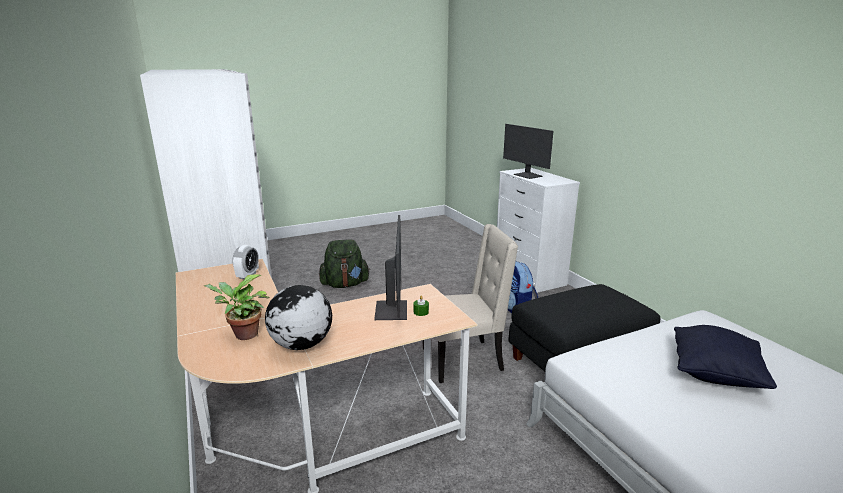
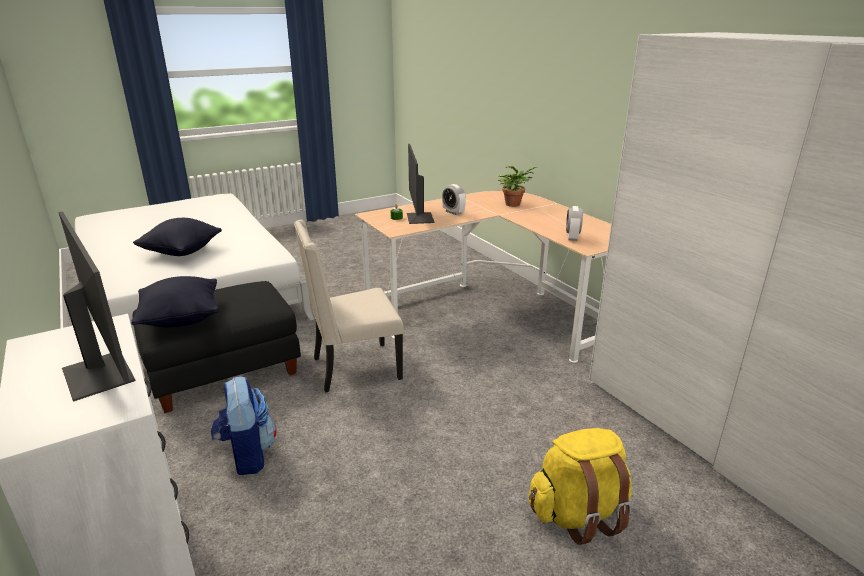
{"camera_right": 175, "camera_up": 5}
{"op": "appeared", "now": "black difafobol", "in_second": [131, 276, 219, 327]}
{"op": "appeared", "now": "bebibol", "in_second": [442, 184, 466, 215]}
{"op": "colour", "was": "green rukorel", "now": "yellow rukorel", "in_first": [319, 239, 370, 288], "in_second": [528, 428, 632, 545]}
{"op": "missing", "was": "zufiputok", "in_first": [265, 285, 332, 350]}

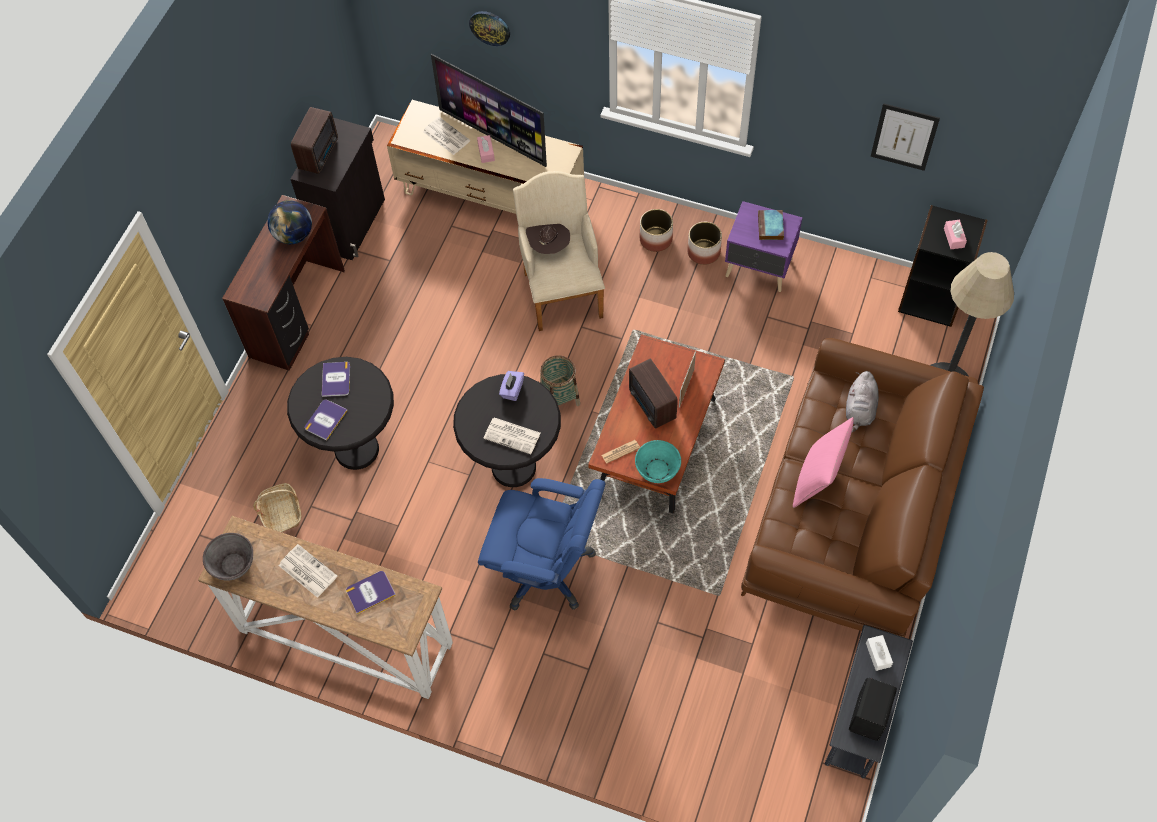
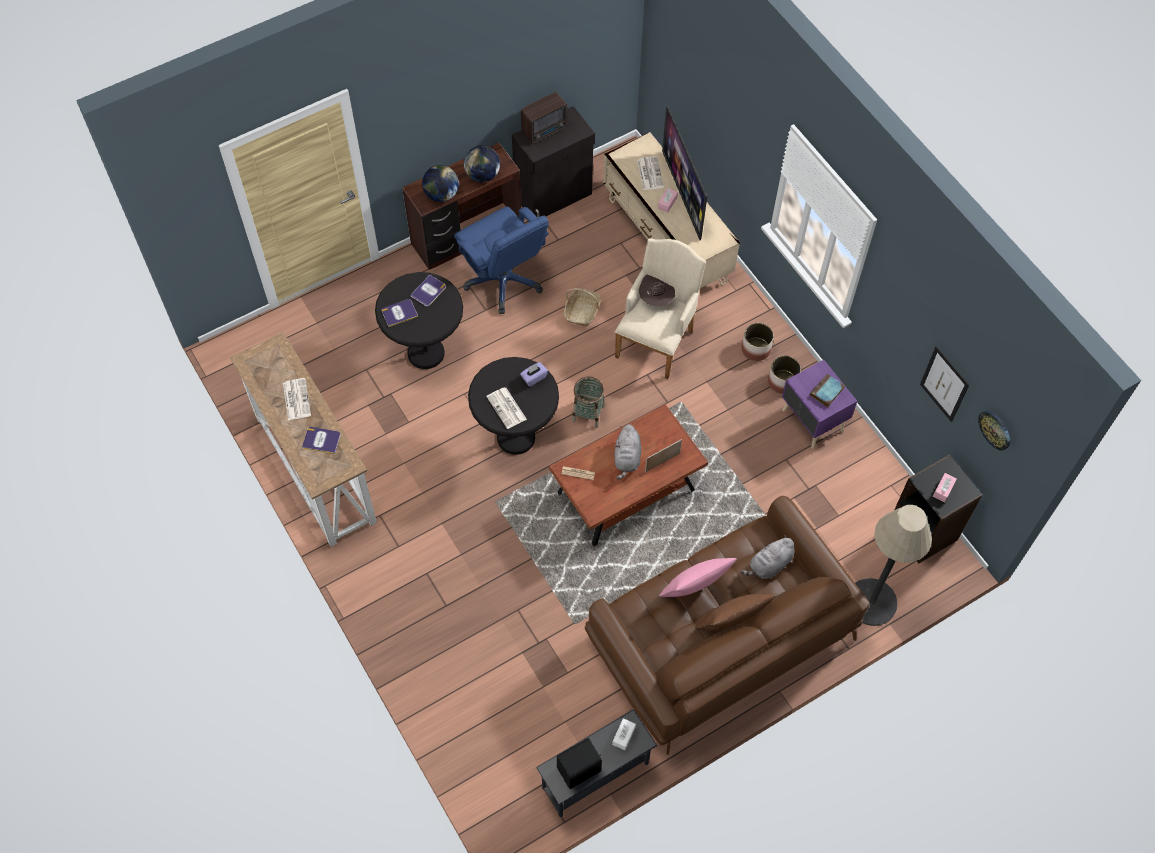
{"camera_right": 35, "camera_up": 0}
{"op": "appeared", "now": "zufiputok", "in_second": [422, 165, 459, 202]}
{"op": "relocated", "was": "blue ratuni", "in_first": [478, 478, 605, 611], "in_second": [454, 206, 549, 314]}
{"op": "relocated", "was": "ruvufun", "in_first": [253, 483, 301, 532], "in_second": [564, 288, 601, 327]}
{"op": "exchanged", "was": "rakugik", "now": "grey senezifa", "in_first": [629, 359, 678, 429], "in_second": [614, 424, 641, 480]}
{"op": "appeared", "now": "brown difafobol", "in_second": [695, 594, 776, 630]}
{"op": "relocated", "was": "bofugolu", "in_first": [469, 11, 510, 46], "in_second": [978, 411, 1010, 450]}
{"op": "missing", "was": "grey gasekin", "in_first": [203, 533, 253, 581]}
{"op": "missing", "was": "turquoise gasekin", "in_first": [635, 440, 681, 483]}

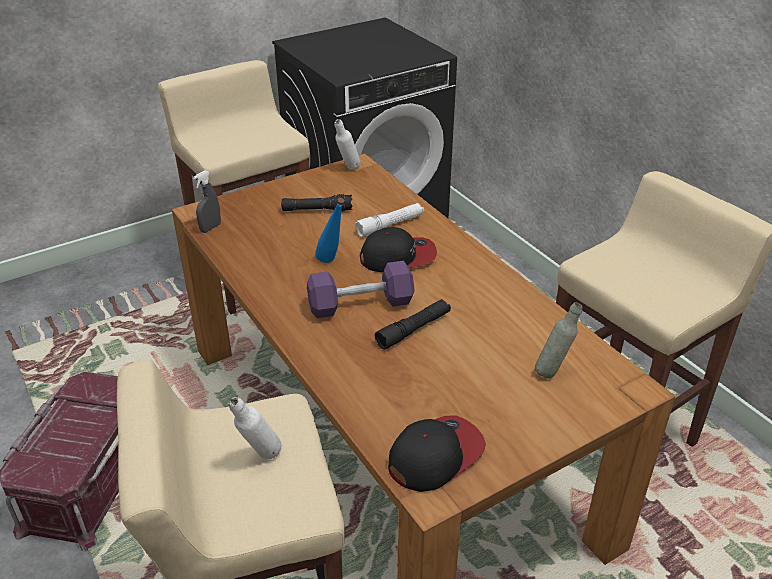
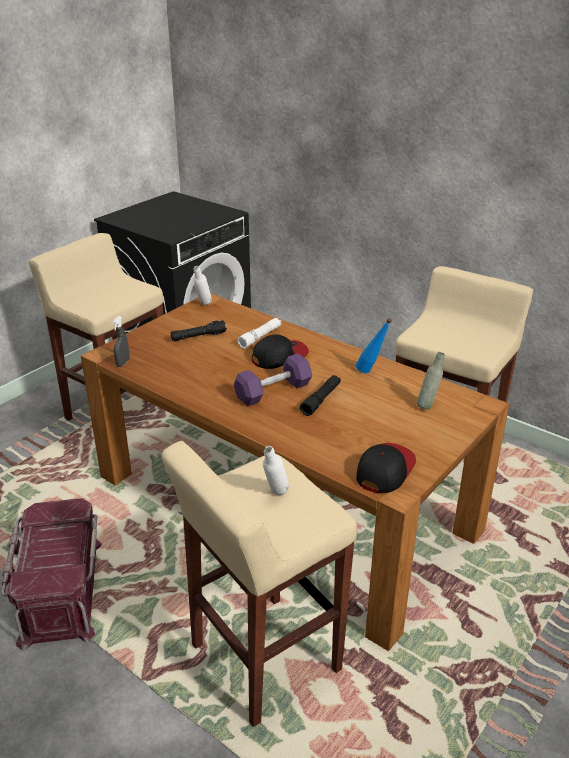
{"camera_right": -20, "camera_up": -5}
{"op": "relocated", "was": "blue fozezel", "in_first": [315, 198, 344, 263], "in_second": [356, 318, 392, 373]}

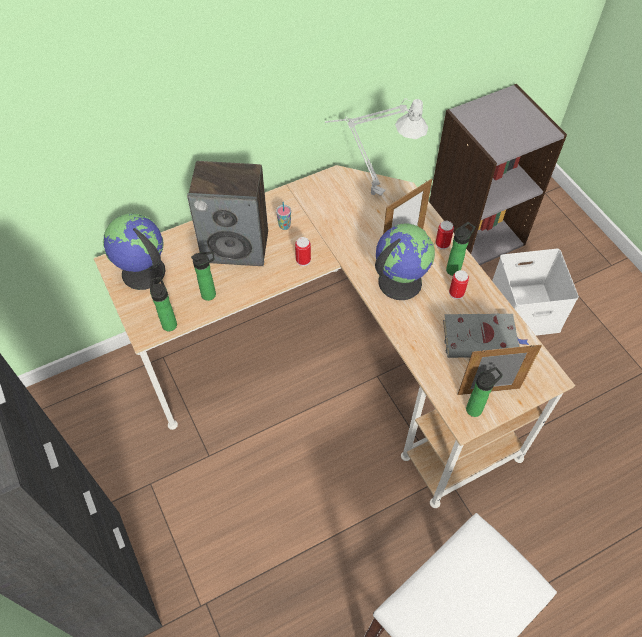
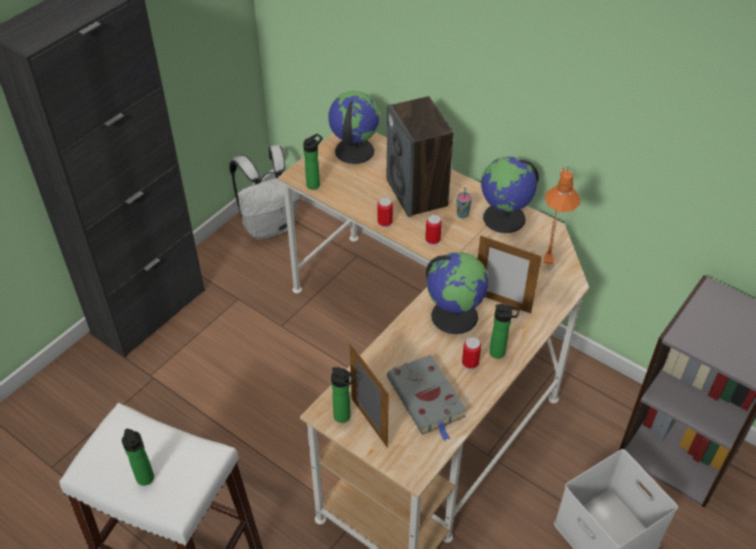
{"camera_right": 65, "camera_up": -10}
{"op": "relocated", "was": "fozezel", "in_first": [191, 251, 216, 301], "in_second": [122, 429, 154, 486]}
{"op": "appeared", "now": "white rukorel", "in_second": [230, 145, 302, 240]}
{"op": "relocated", "was": "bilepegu", "in_first": [436, 221, 454, 250], "in_second": [378, 197, 393, 228]}
{"op": "appeared", "now": "zufiputok", "in_second": [481, 156, 539, 233]}
{"op": "colour", "was": "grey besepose", "now": "orange besepose", "in_first": [325, 98, 428, 196], "in_second": [543, 167, 580, 265]}

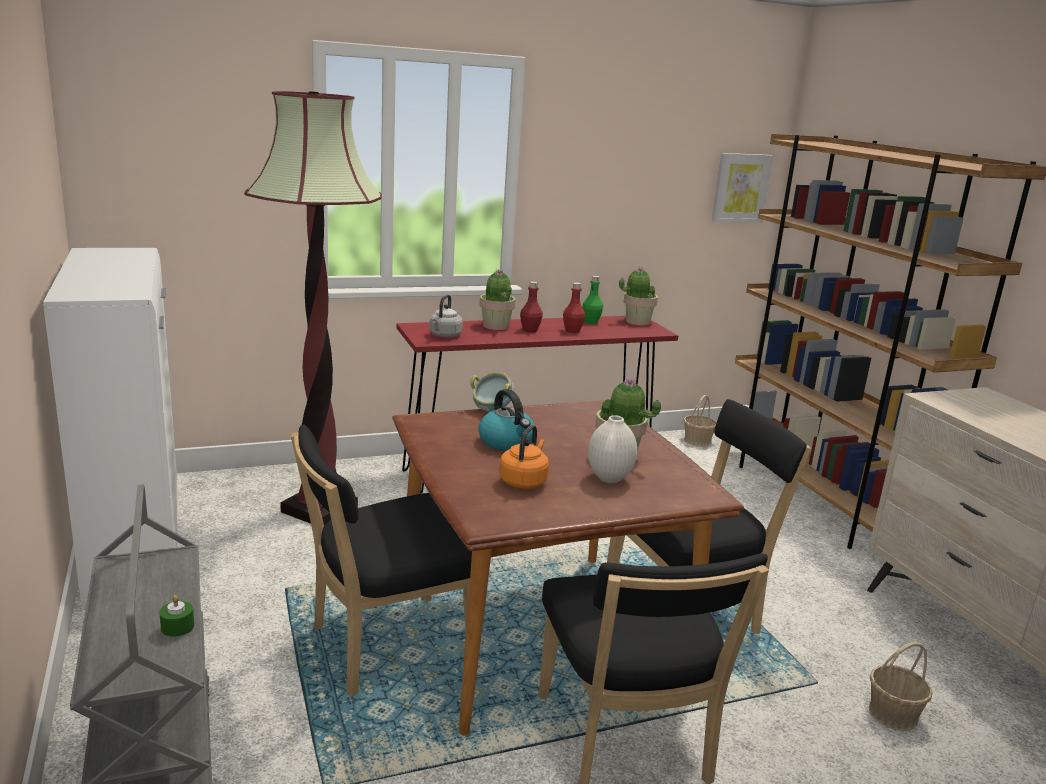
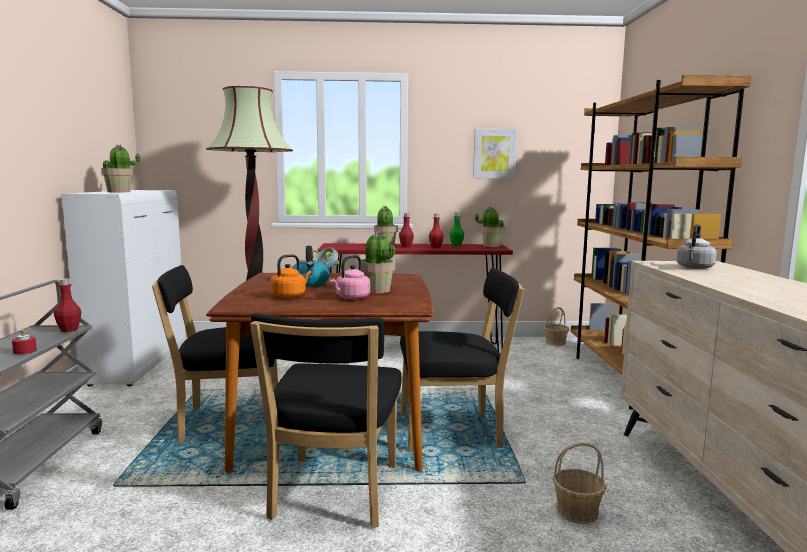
{"camera_right": 20, "camera_up": -10}
{"op": "colour", "was": "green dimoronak", "now": "red dimoronak", "in_first": [159, 595, 194, 637], "in_second": [12, 329, 37, 354]}
{"op": "appeared", "now": "red fozezel", "in_second": [54, 278, 81, 332]}
{"op": "appeared", "now": "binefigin", "in_second": [101, 144, 140, 192]}
{"op": "exchanged", "was": "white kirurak", "now": "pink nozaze", "in_first": [588, 415, 637, 483], "in_second": [330, 255, 370, 300]}
{"op": "relocated", "was": "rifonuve", "in_first": [712, 153, 773, 222], "in_second": [473, 129, 517, 178]}
{"op": "relocated", "was": "grey nozaze", "in_first": [429, 294, 463, 338], "in_second": [676, 224, 717, 269]}

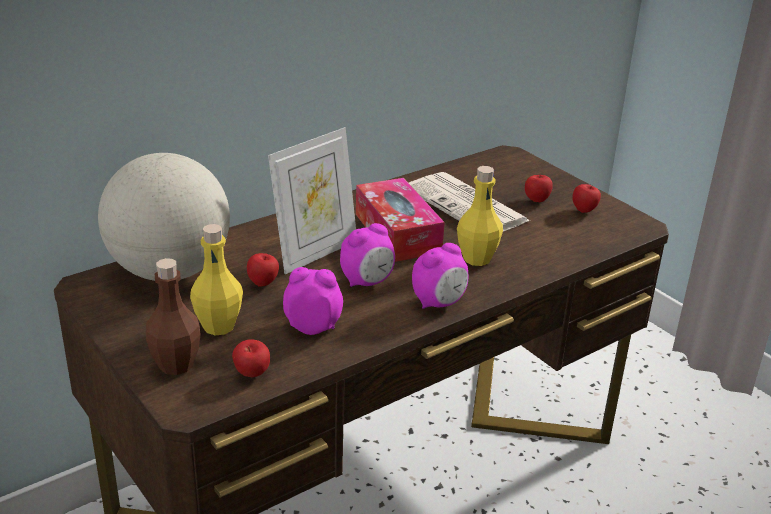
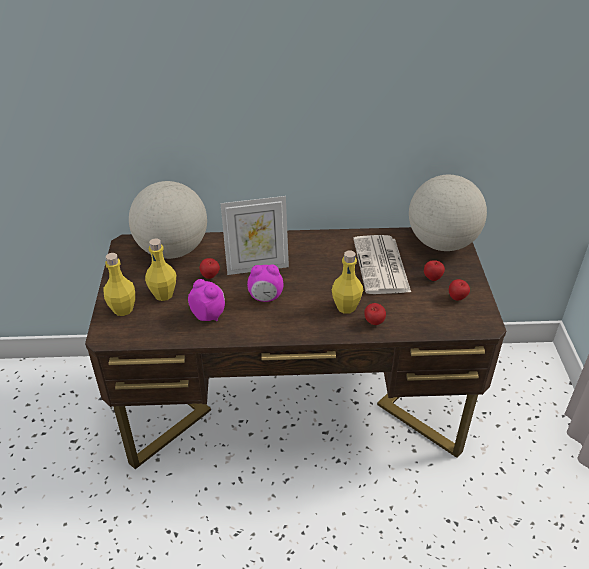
{"camera_right": 35, "camera_up": 10}
{"op": "colour", "was": "brown fozezel", "now": "yellow fozezel", "in_first": [146, 258, 201, 375], "in_second": [104, 253, 135, 316]}
{"op": "relocated", "was": "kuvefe", "in_first": [232, 339, 270, 377], "in_second": [364, 303, 386, 325]}
{"op": "appeared", "now": "zufiputok", "in_second": [409, 175, 487, 251]}
{"op": "missing", "was": "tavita", "in_first": [356, 178, 445, 262]}
{"op": "missing", "was": "bebibol", "in_first": [412, 243, 469, 309]}

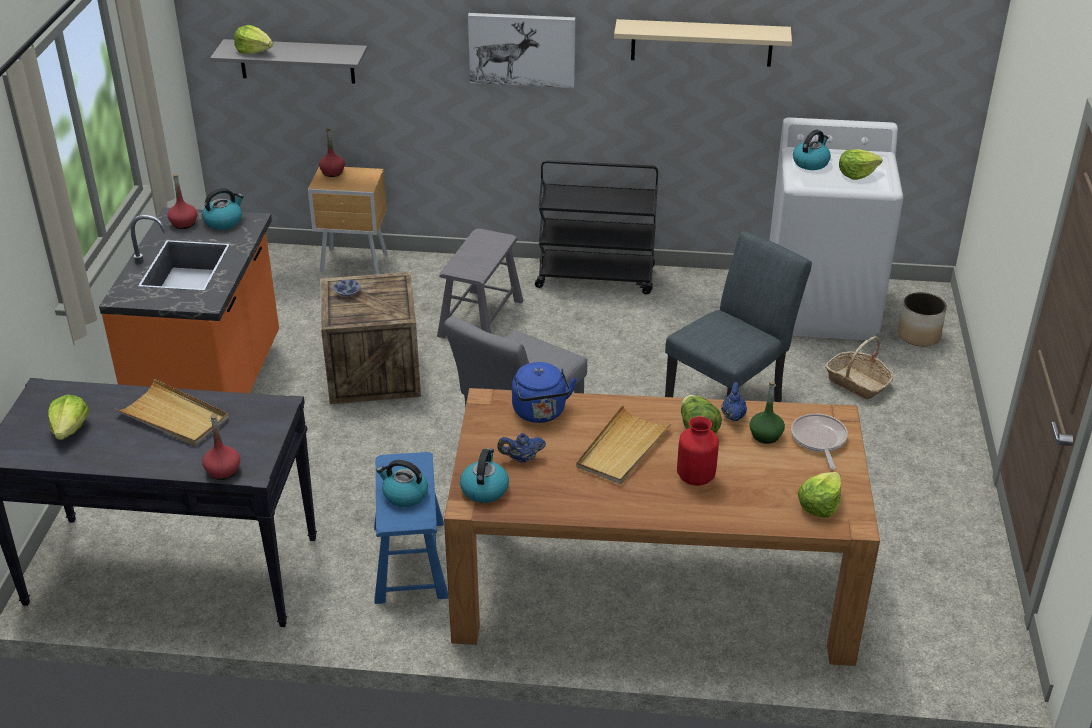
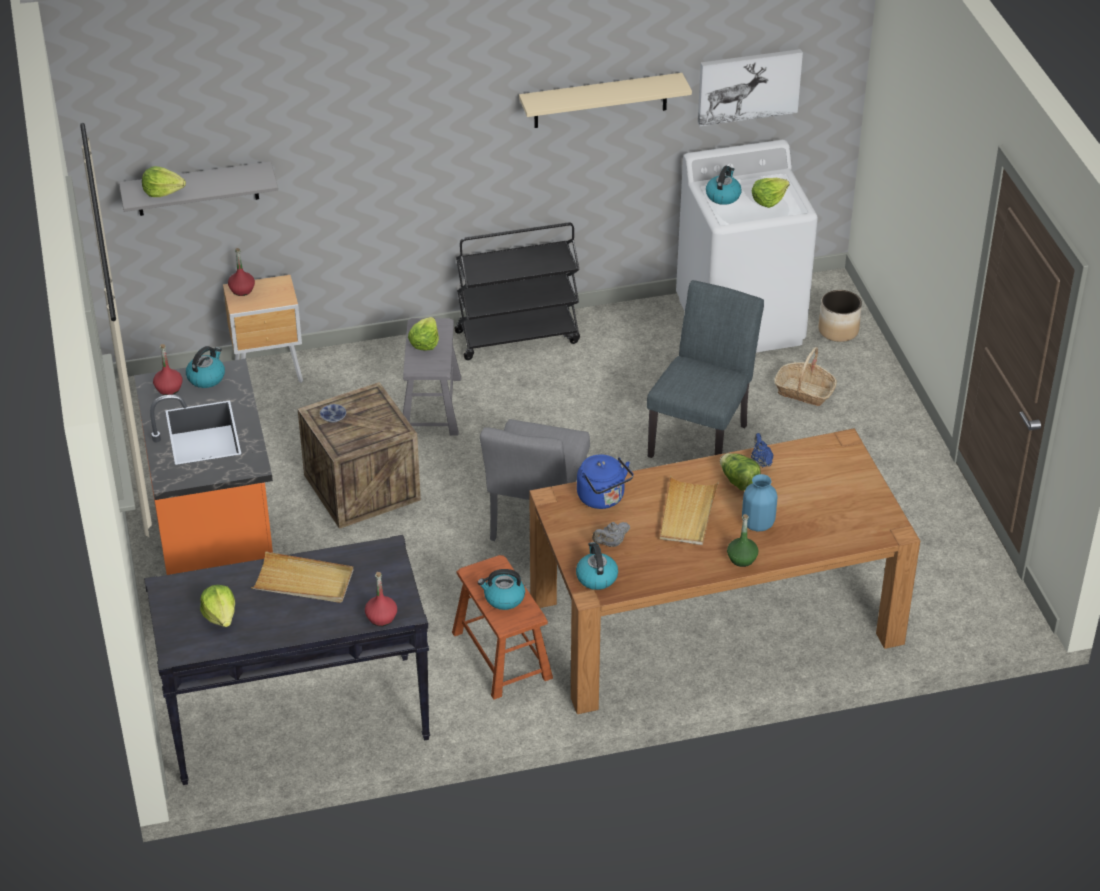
{"camera_right": -20, "camera_up": 5}
{"op": "relocated", "was": "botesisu", "in_first": [797, 472, 841, 518], "in_second": [408, 317, 439, 350]}
{"op": "colour", "was": "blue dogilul", "now": "brown dogilul", "in_first": [374, 452, 448, 604], "in_second": [452, 555, 553, 700]}
{"op": "colour", "was": "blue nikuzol", "now": "grey nikuzol", "in_first": [497, 433, 546, 463], "in_second": [592, 522, 630, 547]}
{"op": "relocated", "was": "rifonuve", "in_first": [468, 13, 575, 88], "in_second": [698, 49, 803, 126]}
{"op": "relocated", "was": "green fozezel", "in_first": [749, 381, 785, 444], "in_second": [727, 514, 758, 567]}
{"op": "colour", "was": "red kirurak", "now": "blue kirurak", "in_first": [677, 416, 719, 486], "in_second": [742, 474, 777, 532]}
{"op": "missing", "was": "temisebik", "in_first": [791, 414, 848, 469]}

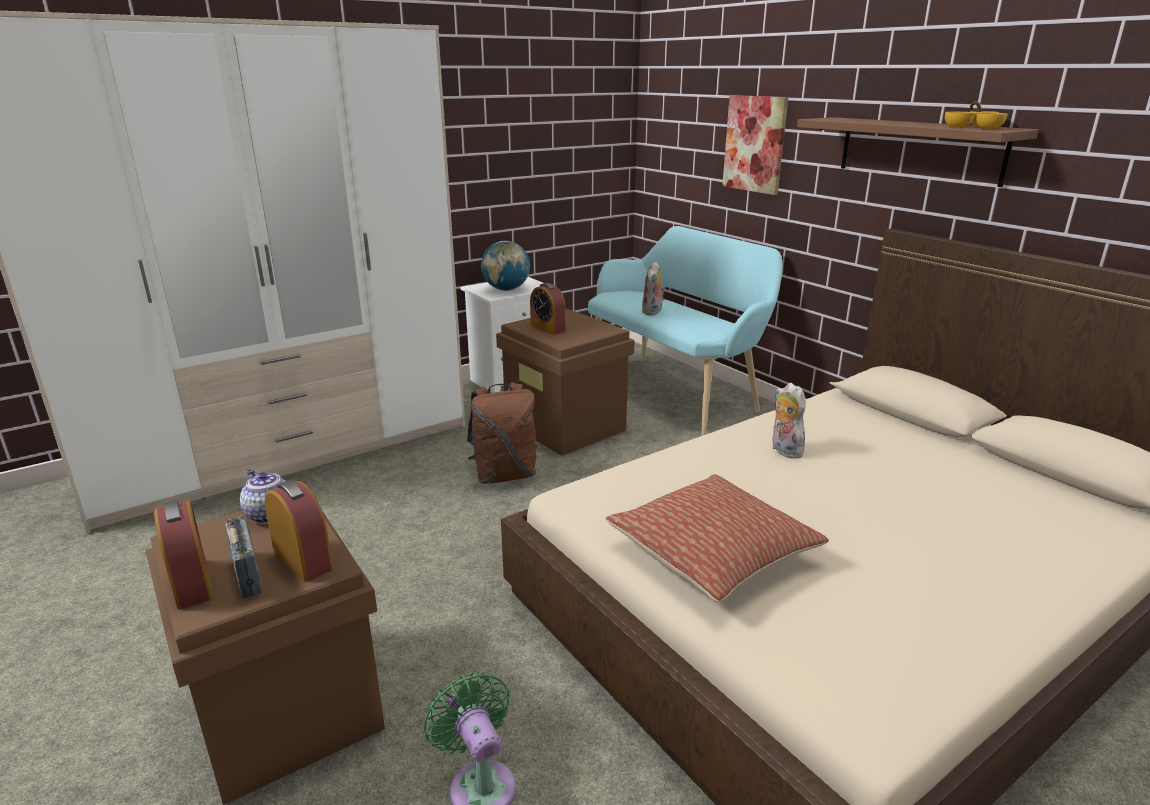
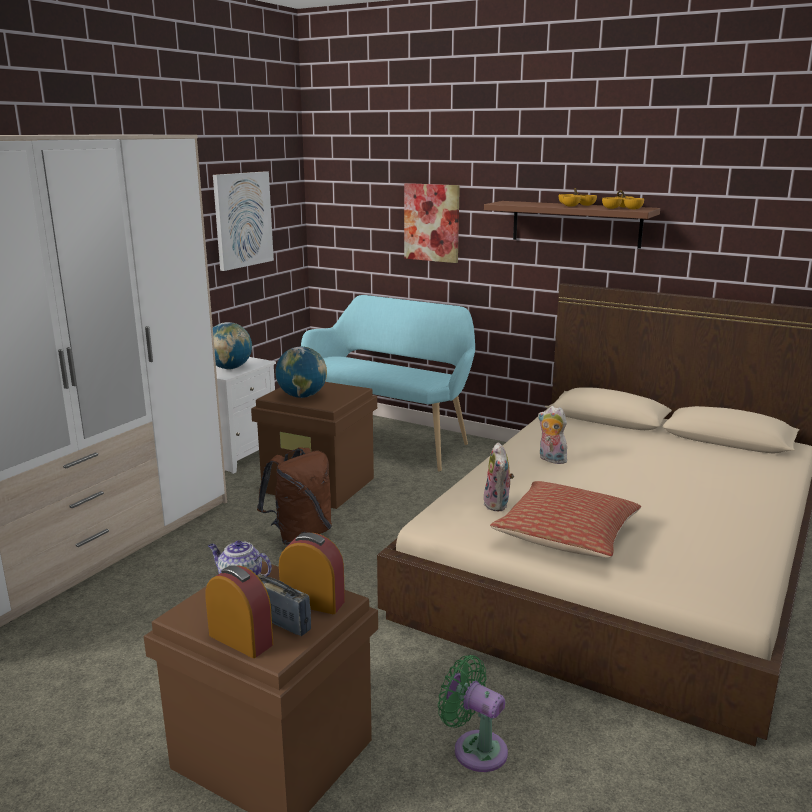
{"camera_right": -25, "camera_up": -5}
{"op": "appeared", "now": "rifonuve", "in_second": [213, 171, 274, 271]}
{"op": "exchanged", "was": "bebibol", "now": "zufiputok", "in_first": [530, 283, 566, 335], "in_second": [275, 347, 327, 398]}
{"op": "relocated", "was": "senezifa", "in_first": [642, 261, 666, 315], "in_second": [484, 442, 514, 511]}
{"op": "appeared", "now": "gasekin", "in_second": [559, 188, 597, 207]}

